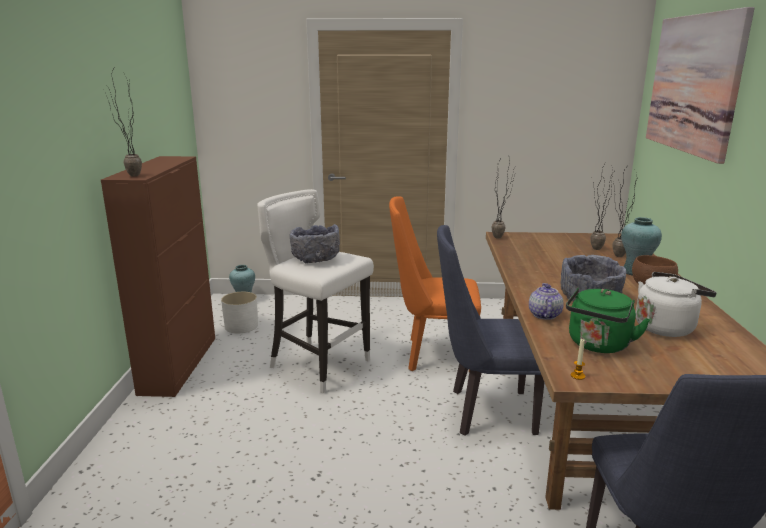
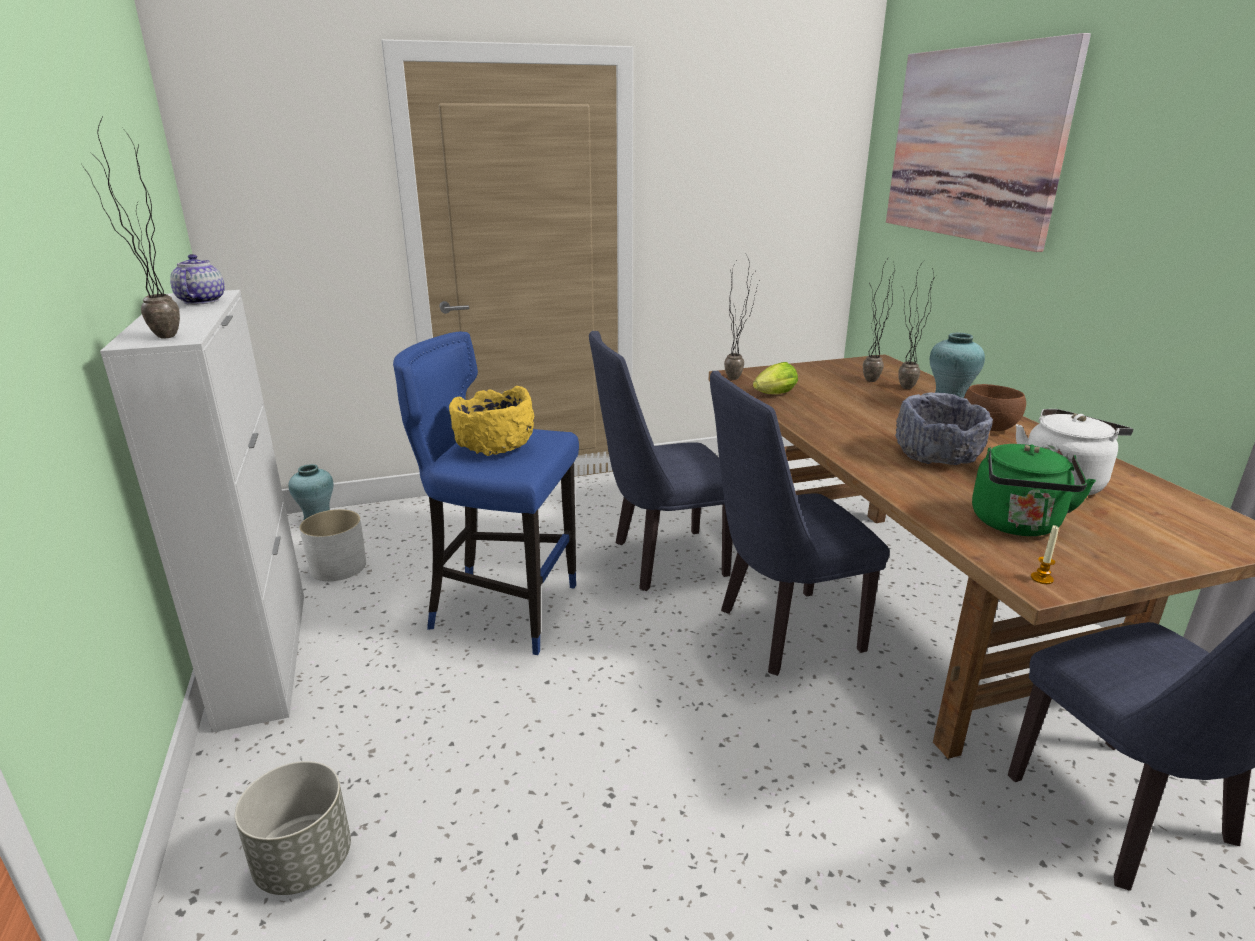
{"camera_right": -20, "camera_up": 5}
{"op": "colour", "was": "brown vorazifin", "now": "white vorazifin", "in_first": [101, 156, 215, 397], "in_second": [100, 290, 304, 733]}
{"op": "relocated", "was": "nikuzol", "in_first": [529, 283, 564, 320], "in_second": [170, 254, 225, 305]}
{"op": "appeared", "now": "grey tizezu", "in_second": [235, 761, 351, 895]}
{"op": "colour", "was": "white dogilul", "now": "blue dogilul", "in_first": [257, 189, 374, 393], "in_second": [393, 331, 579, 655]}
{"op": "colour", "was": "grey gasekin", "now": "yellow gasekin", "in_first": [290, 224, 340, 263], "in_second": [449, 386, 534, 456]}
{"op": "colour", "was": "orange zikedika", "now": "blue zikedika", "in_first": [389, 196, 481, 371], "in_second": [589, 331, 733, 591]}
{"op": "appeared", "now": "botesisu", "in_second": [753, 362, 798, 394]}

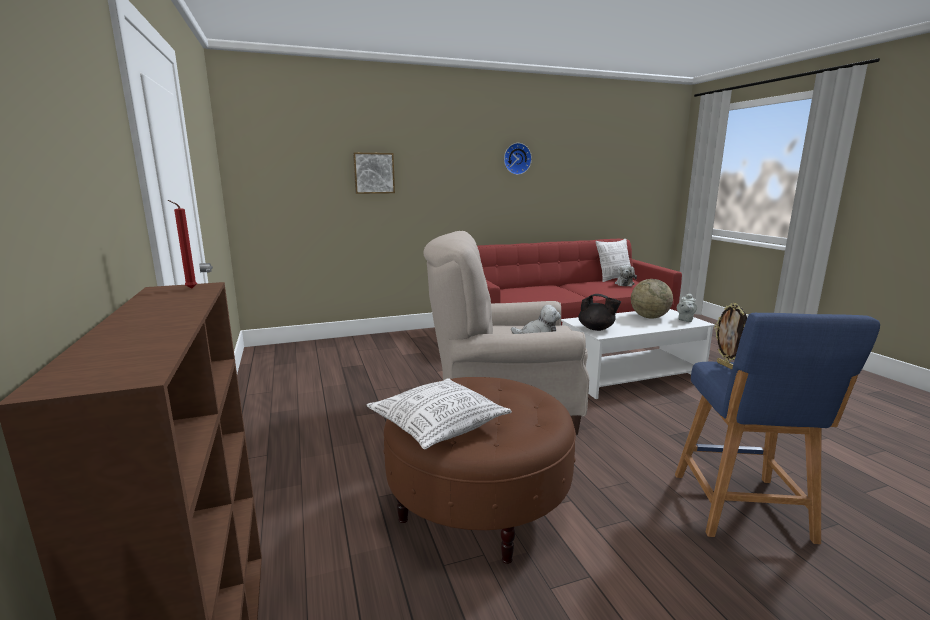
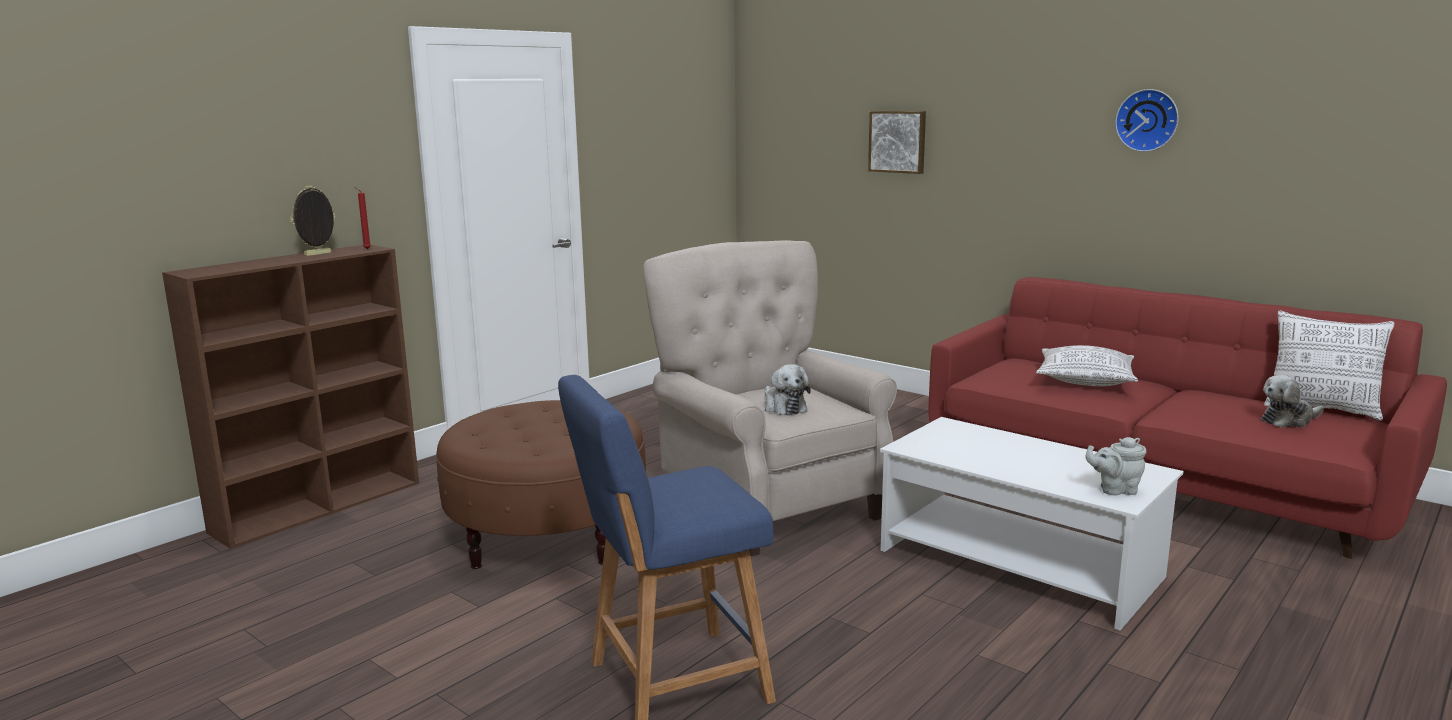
{"camera_right": 60, "camera_up": 0}
{"op": "relocated", "was": "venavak", "in_first": [714, 303, 747, 370], "in_second": [290, 186, 335, 256]}
{"op": "relocated", "was": "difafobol", "in_first": [367, 378, 512, 449], "in_second": [1036, 345, 1138, 386]}
{"op": "missing", "was": "black nikuzol", "in_first": [578, 294, 621, 331]}
{"op": "missing", "was": "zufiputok", "in_first": [631, 279, 673, 319]}

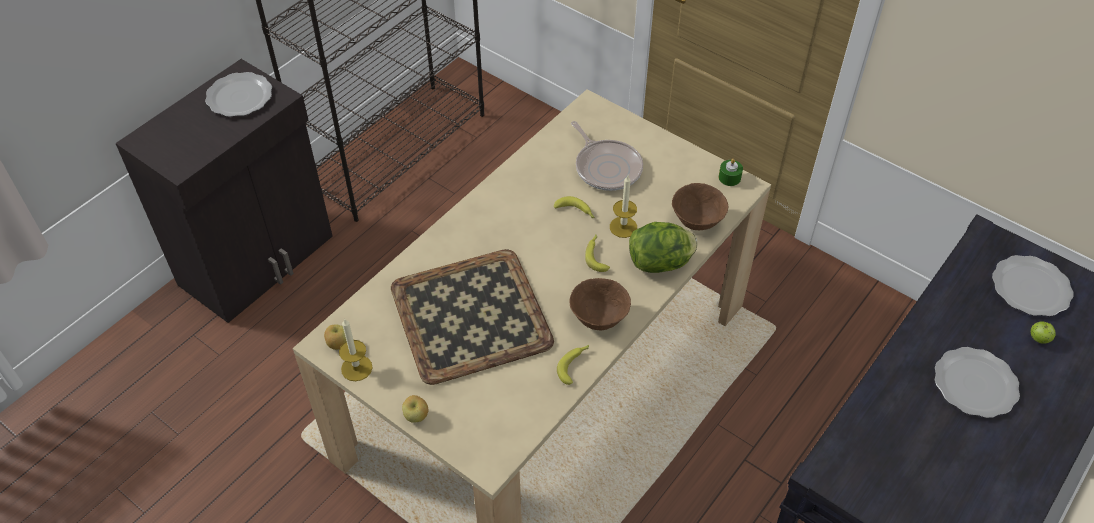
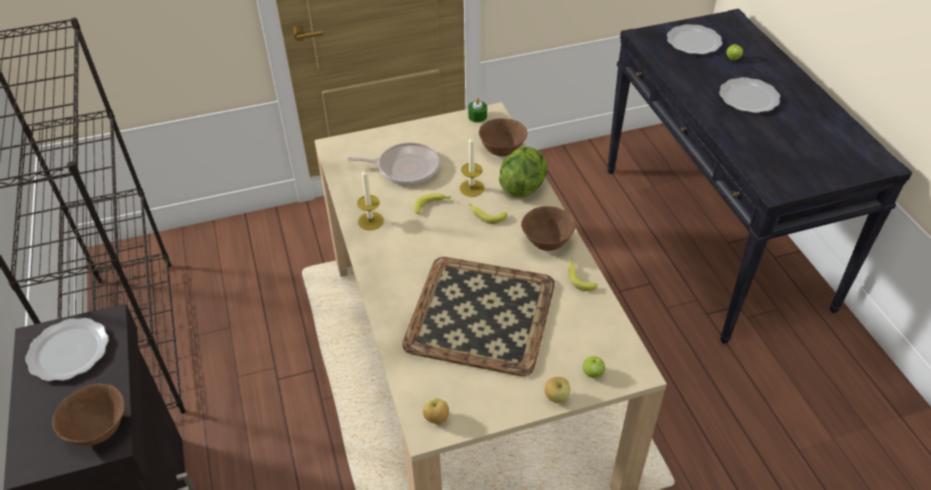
{"camera_right": -55, "camera_up": -5}
{"op": "appeared", "now": "brown gasekin", "in_second": [52, 384, 125, 446]}
{"op": "relocated", "was": "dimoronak", "in_first": [339, 318, 372, 381], "in_second": [357, 169, 384, 230]}
{"op": "appeared", "now": "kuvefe", "in_second": [583, 356, 605, 378]}

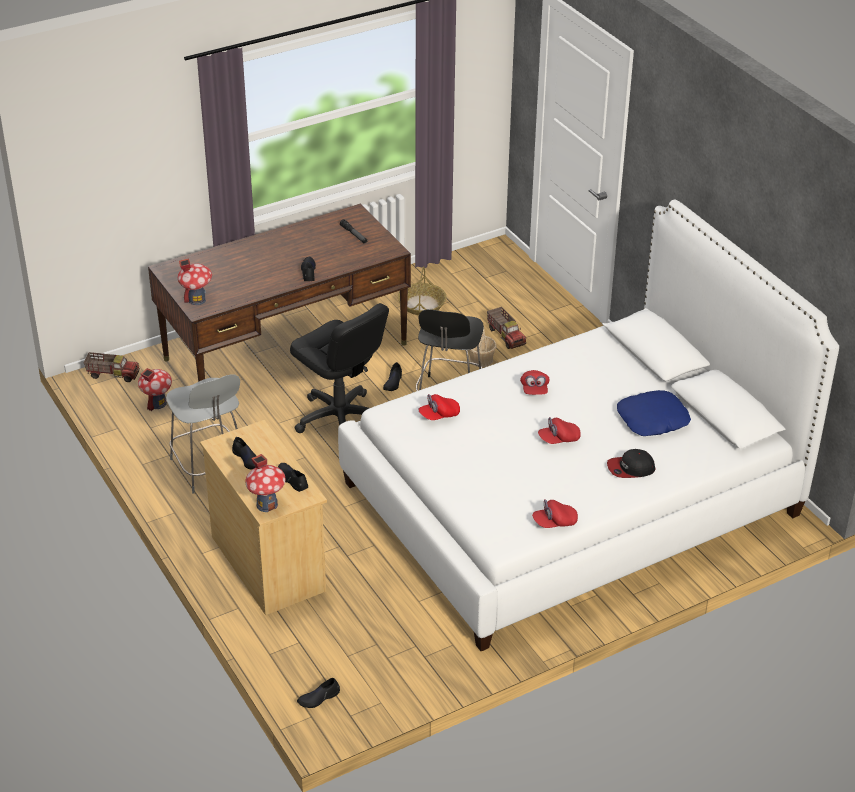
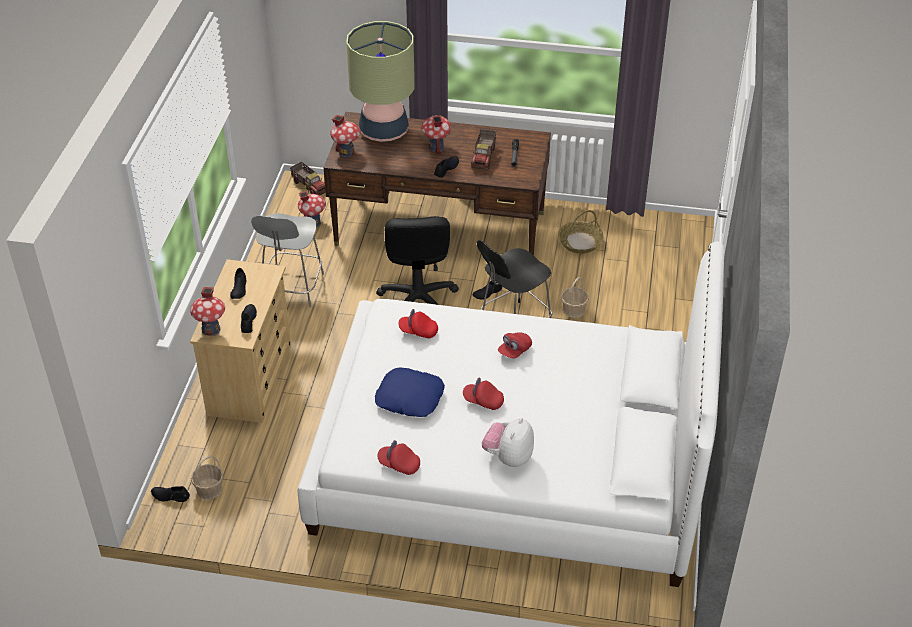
{"camera_right": 40, "camera_up": 5}
{"op": "appeared", "now": "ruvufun", "in_second": [191, 455, 223, 500]}
{"op": "appeared", "now": "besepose", "in_second": [346, 21, 415, 142]}
{"op": "relocated", "was": "blue difafobol", "in_first": [617, 390, 691, 436], "in_second": [375, 367, 445, 417]}
{"op": "appeared", "now": "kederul", "in_second": [421, 115, 451, 154]}
{"op": "relocated", "was": "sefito", "in_first": [487, 307, 526, 349], "in_second": [471, 129, 496, 170]}
{"op": "exchanged", "was": "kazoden", "now": "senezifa", "in_first": [607, 449, 655, 478], "in_second": [482, 418, 534, 467]}

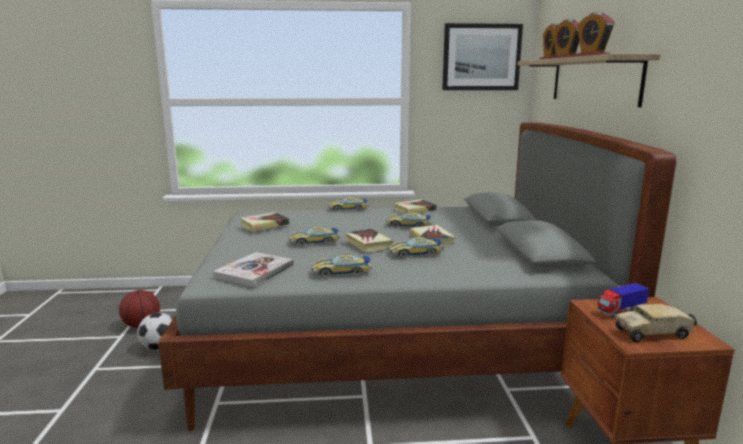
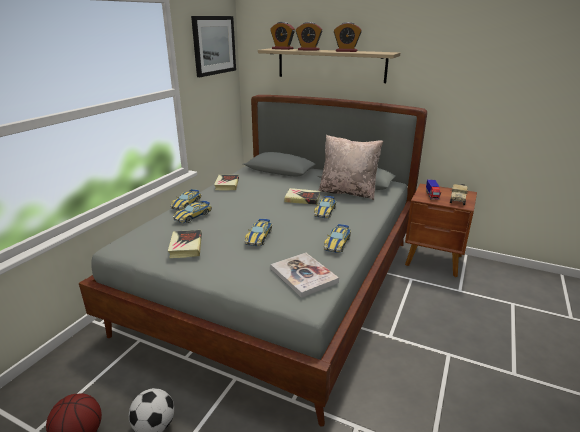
{"camera_right": -60, "camera_up": 10}
{"op": "relocated", "was": "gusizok", "in_first": [386, 212, 432, 228], "in_second": [173, 201, 212, 223]}
{"op": "appeared", "now": "beige difafobol", "in_second": [318, 135, 383, 200]}
{"op": "missing", "was": "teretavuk", "in_first": [345, 229, 394, 252]}

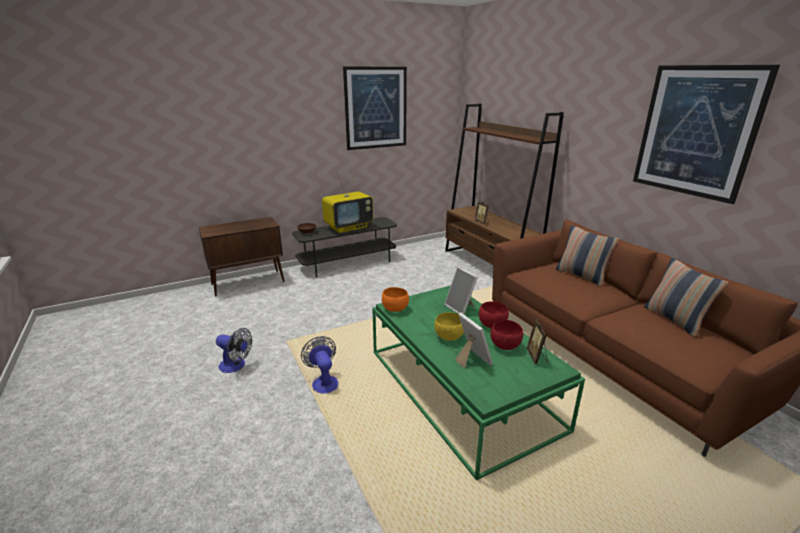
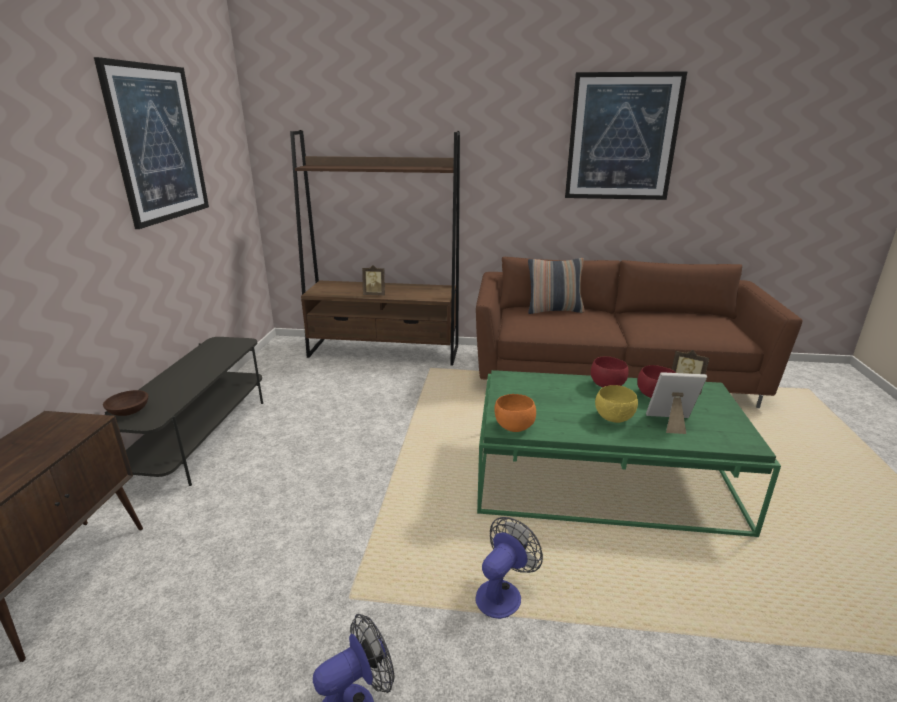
{"camera_right": -55, "camera_up": 0}
{"op": "spun", "was": "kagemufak", "in_first": [301, 336, 338, 393], "in_second": [476, 517, 543, 619], "clockwise": 120}
{"op": "missing", "was": "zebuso", "in_first": [322, 176, 373, 233]}
{"op": "missing", "was": "venavak", "in_first": [444, 267, 478, 314]}
{"op": "missing", "was": "difafobol", "in_first": [644, 258, 728, 337]}

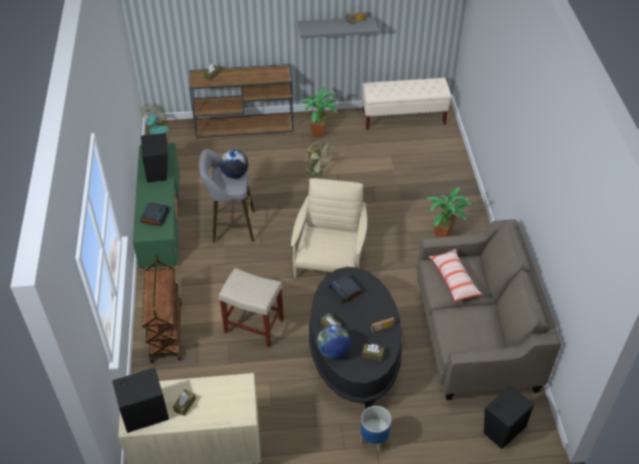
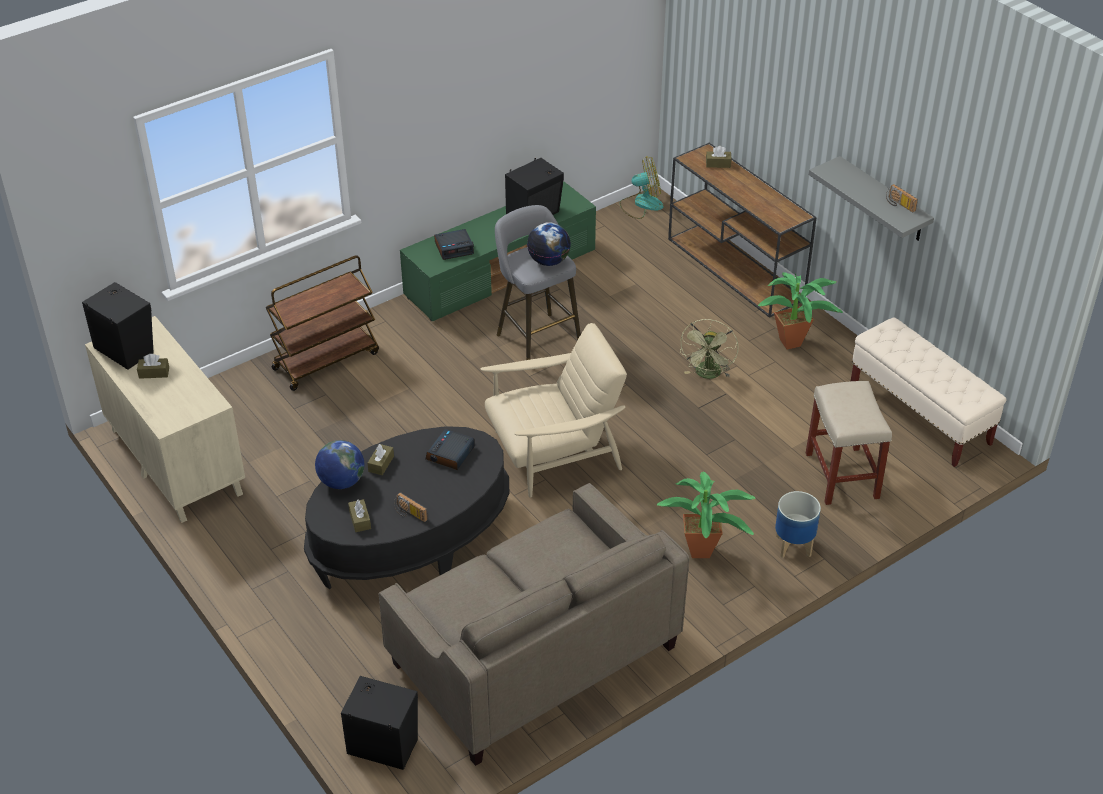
{"camera_right": 60, "camera_up": -5}
{"op": "relocated", "was": "tizezu", "in_first": [361, 406, 391, 452], "in_second": [775, 491, 821, 558]}
{"op": "relocated", "was": "beige dogilul", "in_first": [219, 268, 284, 347], "in_second": [806, 381, 892, 505]}
{"op": "missing", "was": "difafobol", "in_first": [429, 249, 483, 302]}

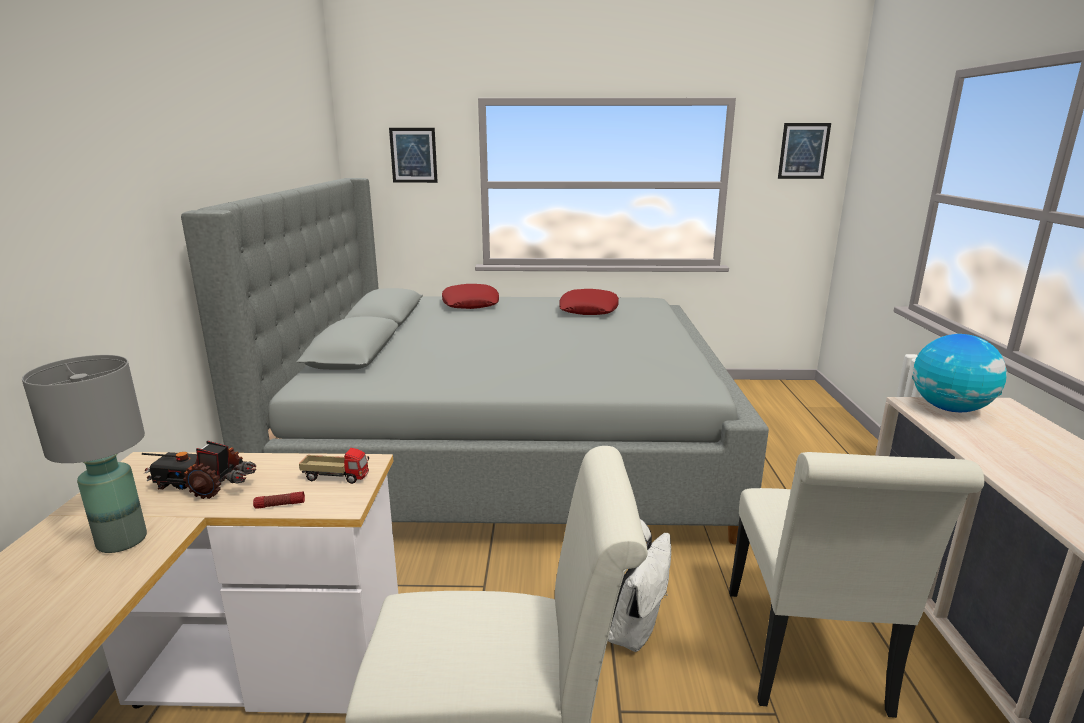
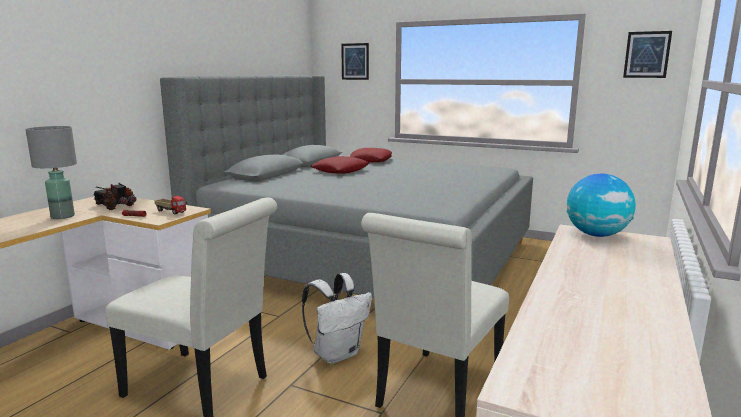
{"camera_right": 25, "camera_up": -5}
{"op": "relocated", "was": "red difafobol", "in_first": [559, 289, 619, 315], "in_second": [311, 156, 369, 174]}

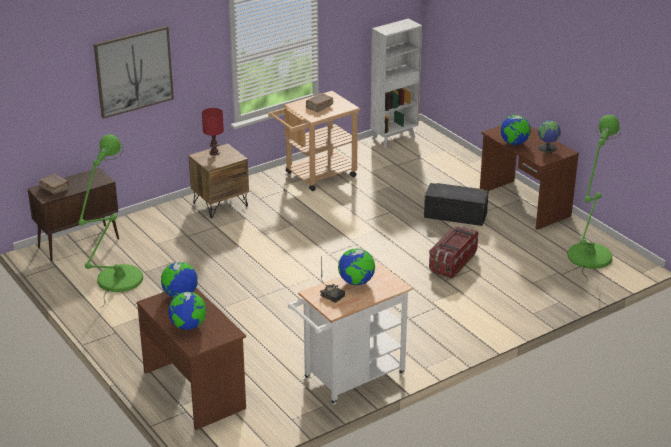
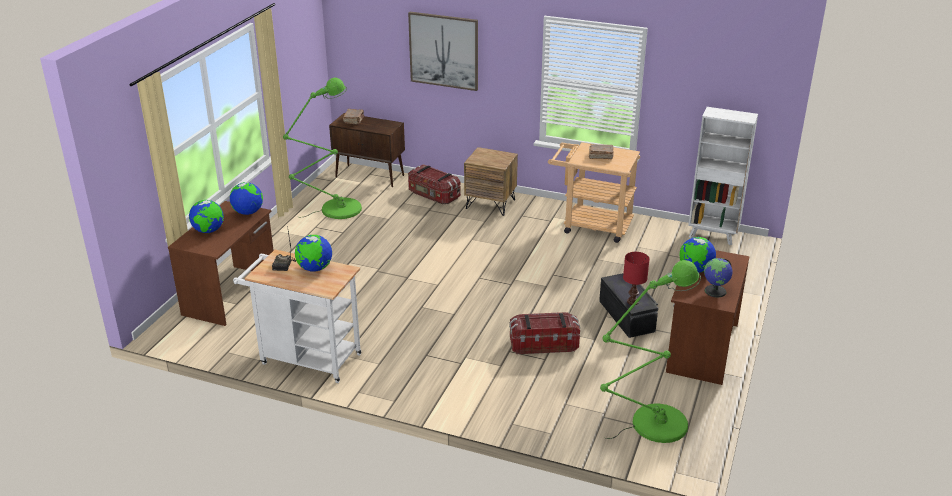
{"camera_right": 55, "camera_up": 0}
{"op": "appeared", "now": "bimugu", "in_second": [408, 164, 461, 205]}
{"op": "relocated", "was": "red besepose", "in_first": [202, 108, 224, 155], "in_second": [623, 252, 650, 305]}

